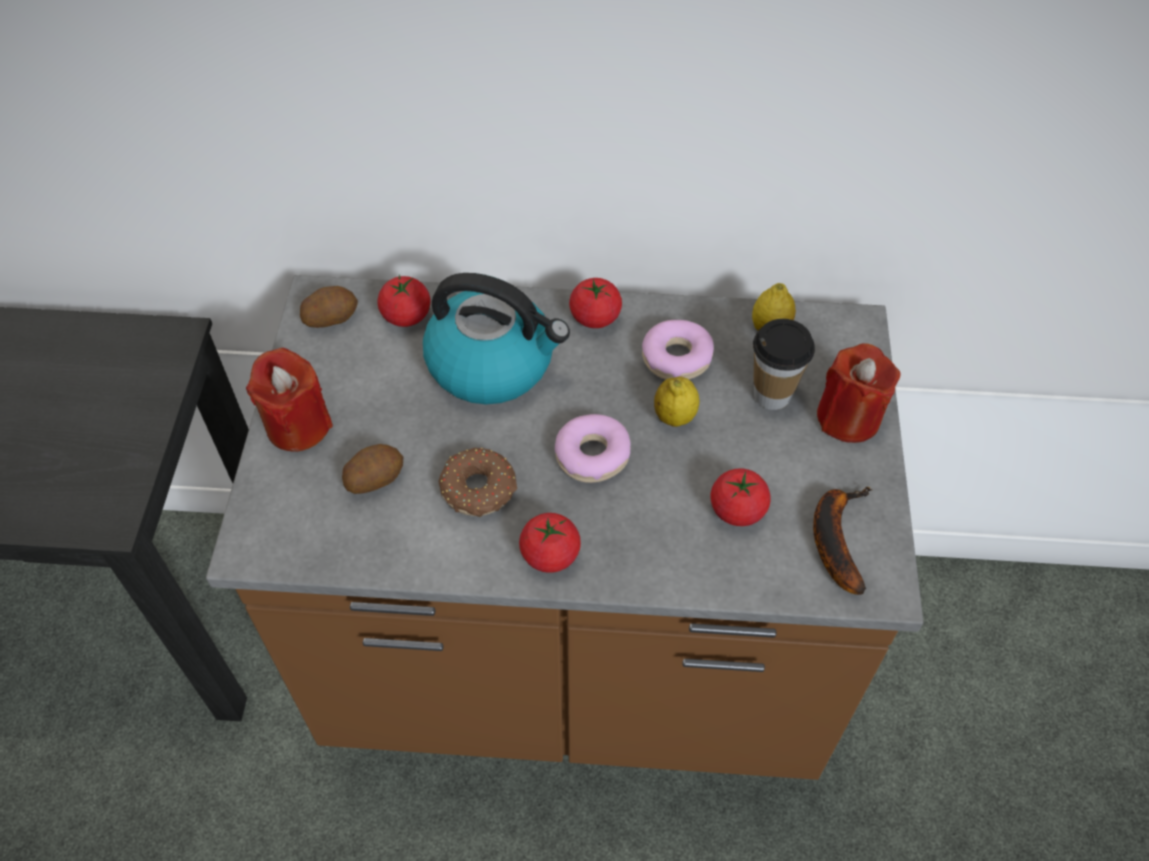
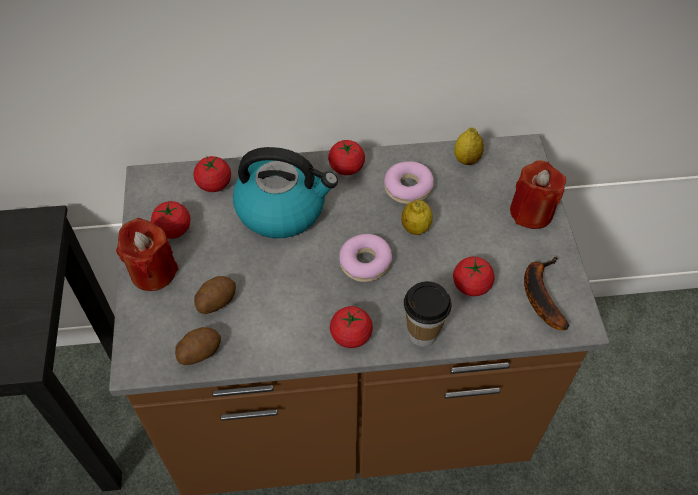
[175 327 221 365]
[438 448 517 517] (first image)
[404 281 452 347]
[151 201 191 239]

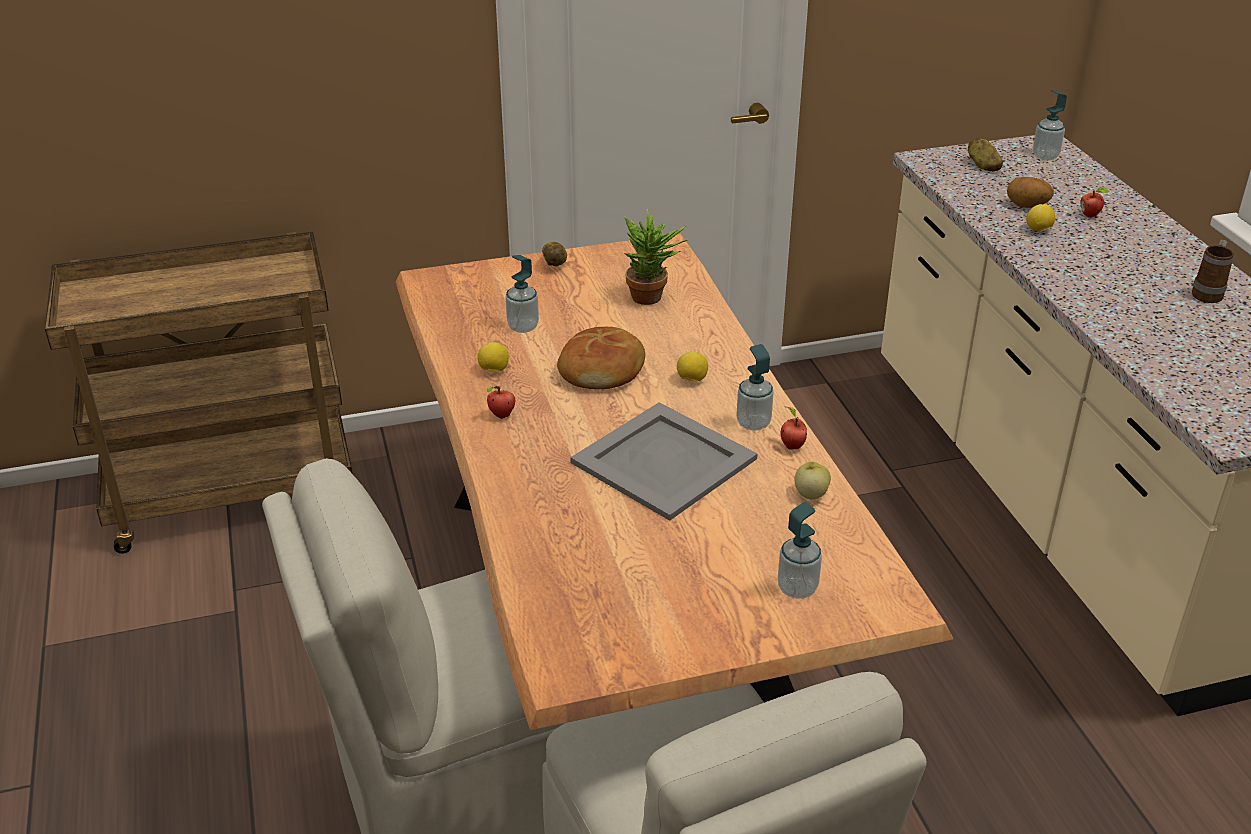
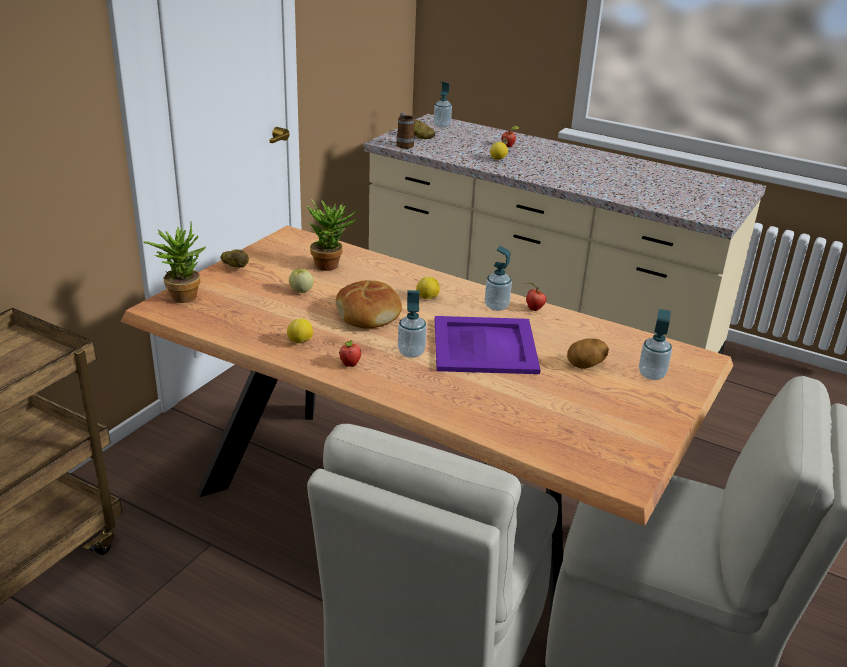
[398 290 427 358]
[435 316 541 374]
[289 269 314 293]
[567 338 609 369]
[396 113 414 149]
[143 222 206 303]

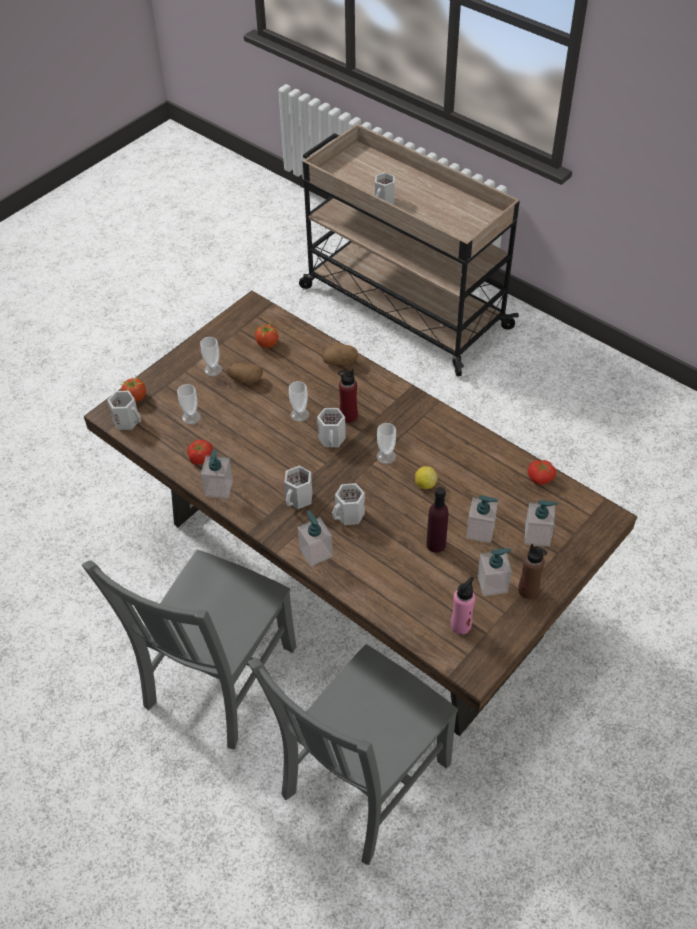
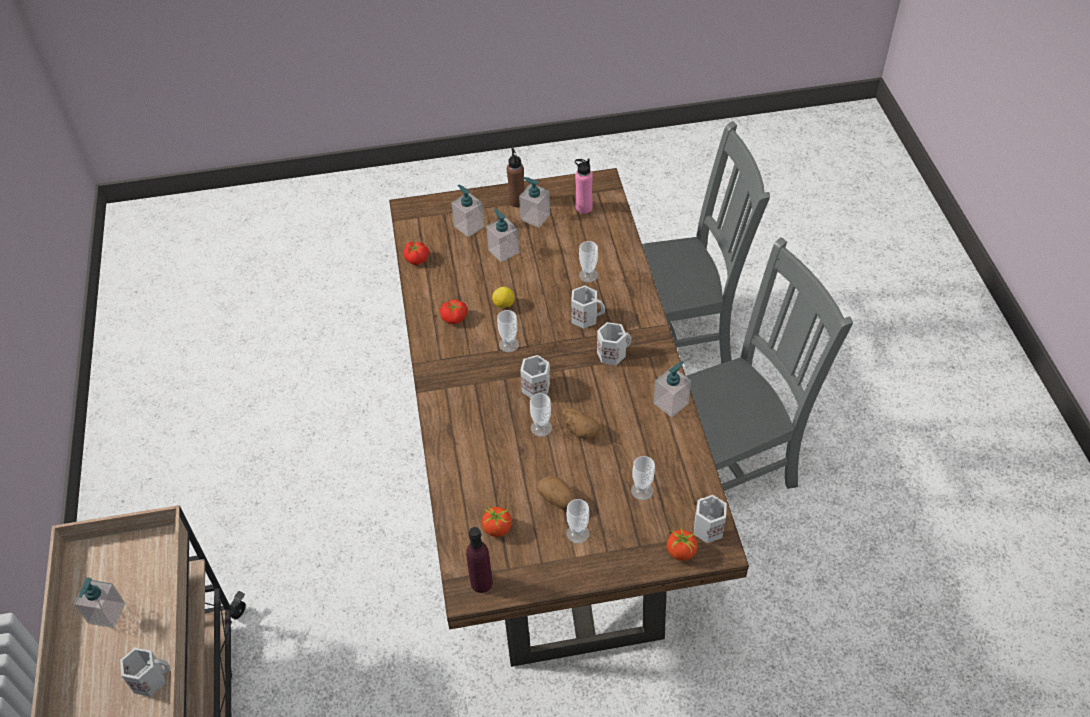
[440 299 467 324]
[74 577 125 628]
[563 407 600 439]
[338 369 358 423] (first image)
[466 527 493 593]
[579 241 598 283]

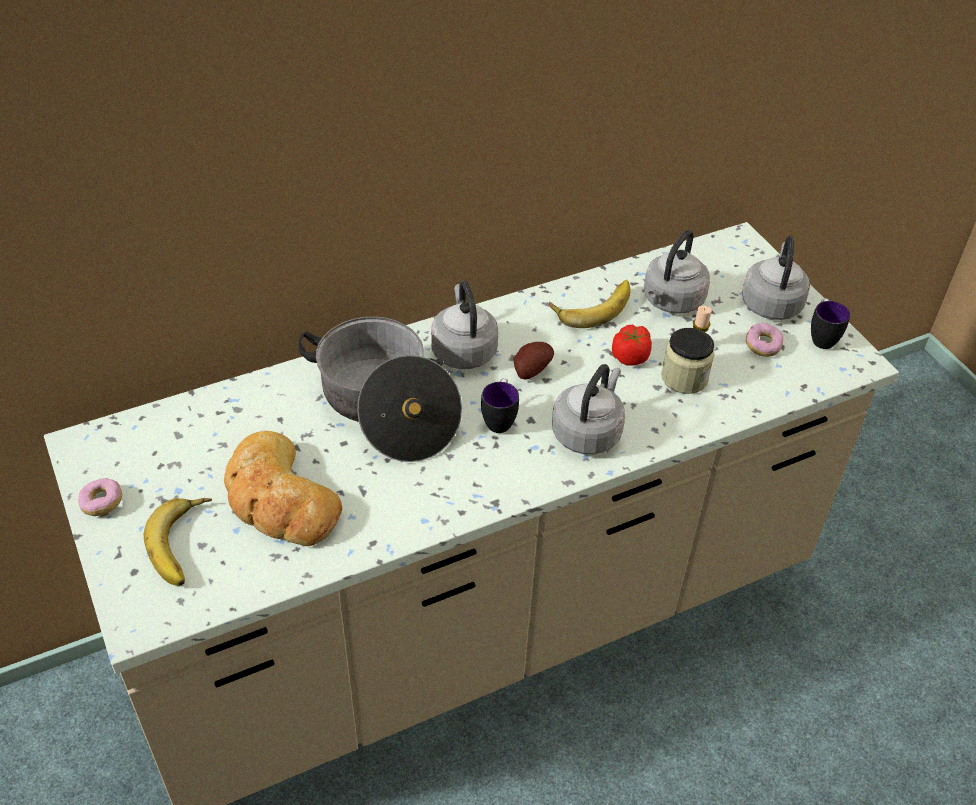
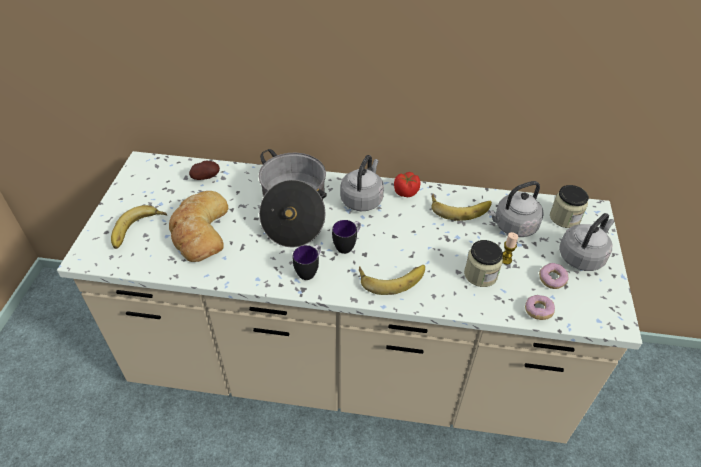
[525 295 555 320]
[189 161 220 180]
[359 265 425 295]
[394 172 421 197]
[293 245 321 280]
[550 185 589 228]

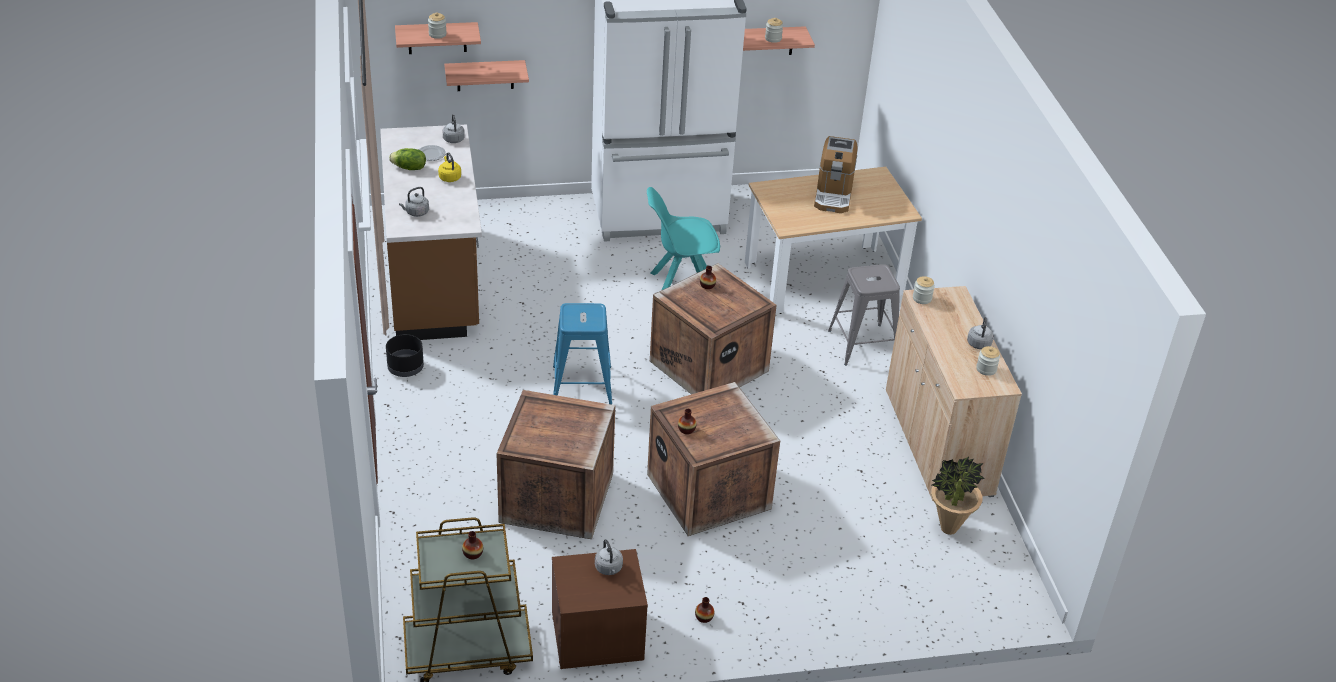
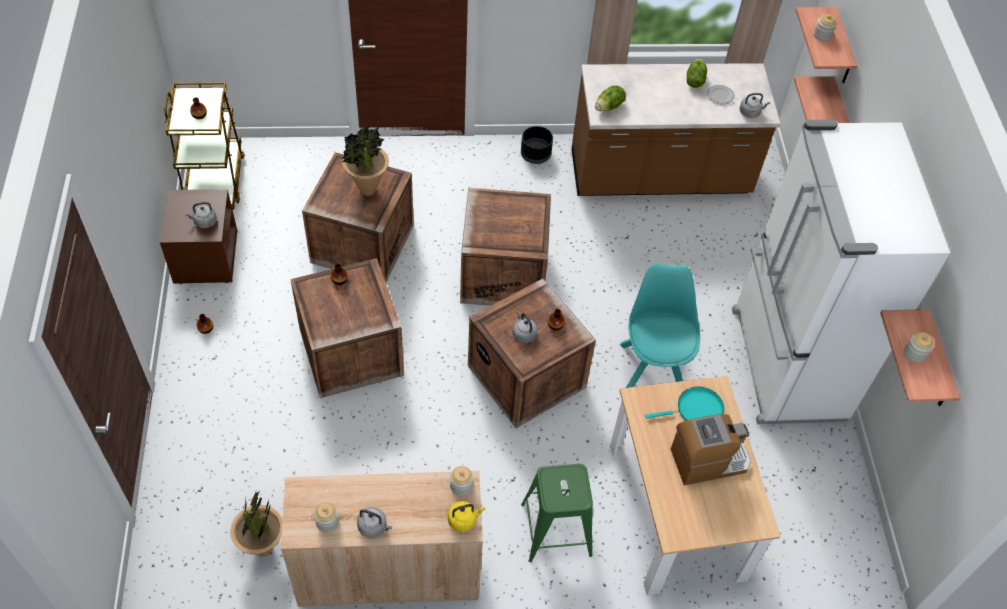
[513 311 537 343]
[448 501 485 532]
[460 188 551 306]
[671 414 751 485]
[521 464 593 562]
[342 126 389 196]
[595 86 626 111]
[645 387 724 421]

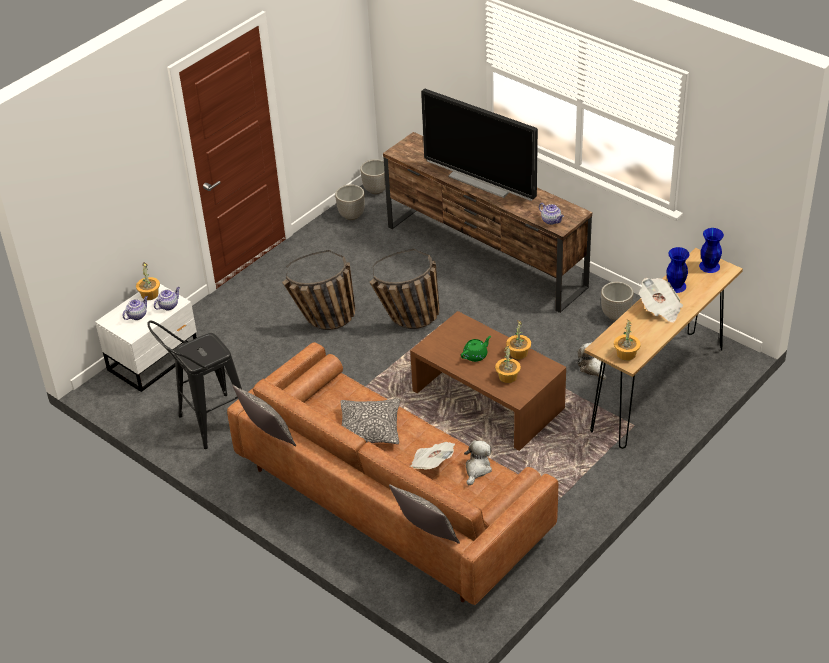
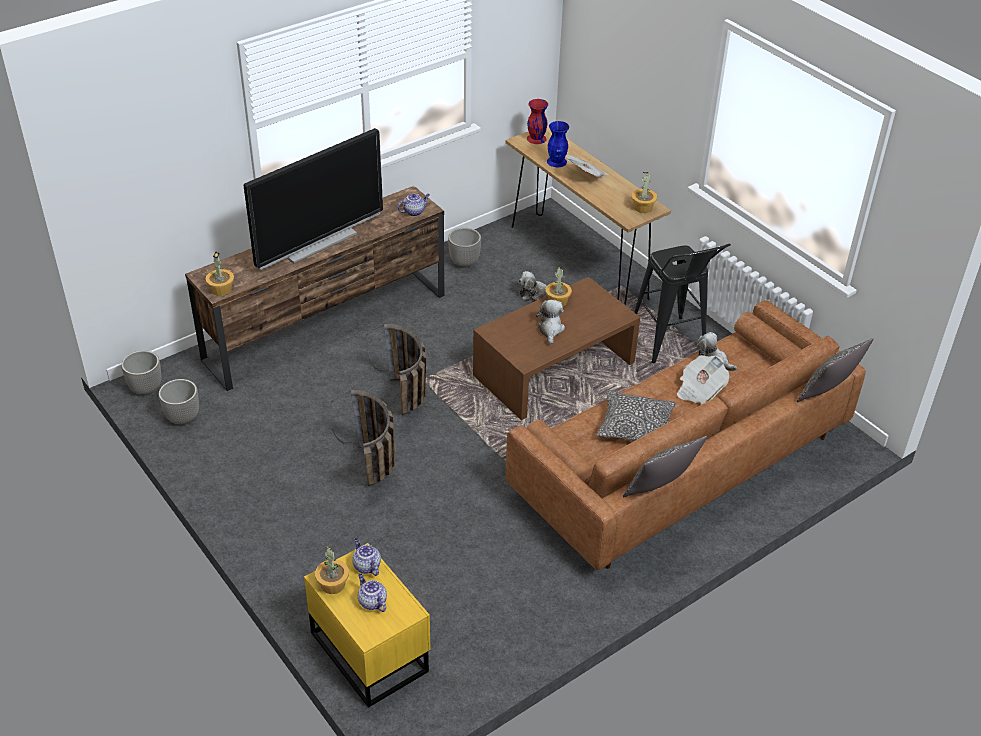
[304 543 430 708]
[634 243 731 363]
[536 299 565 345]
[205 251 234 296]
[527 99 548 144]

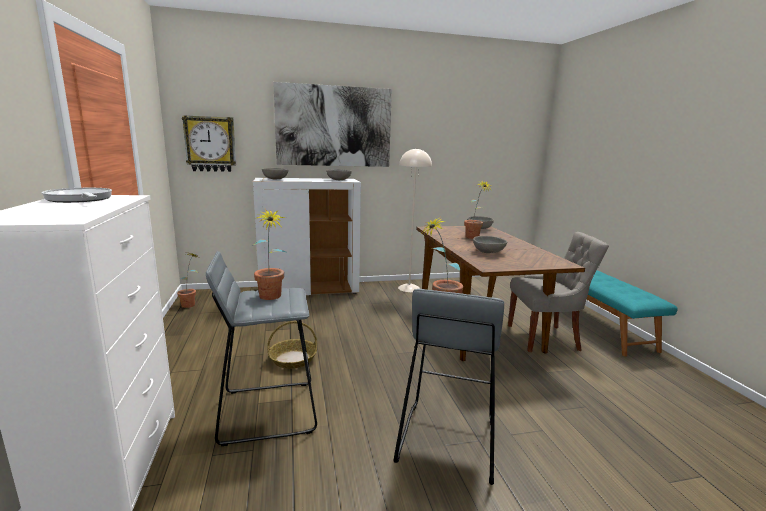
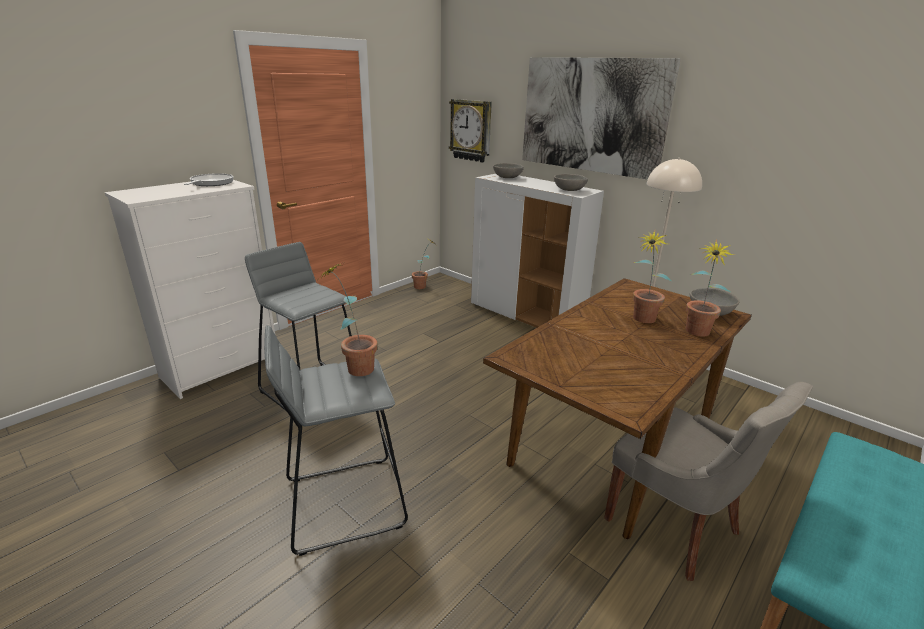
[686 239 735 337]
[267 321 317 369] (first image)
[473 236 507 253] (first image)

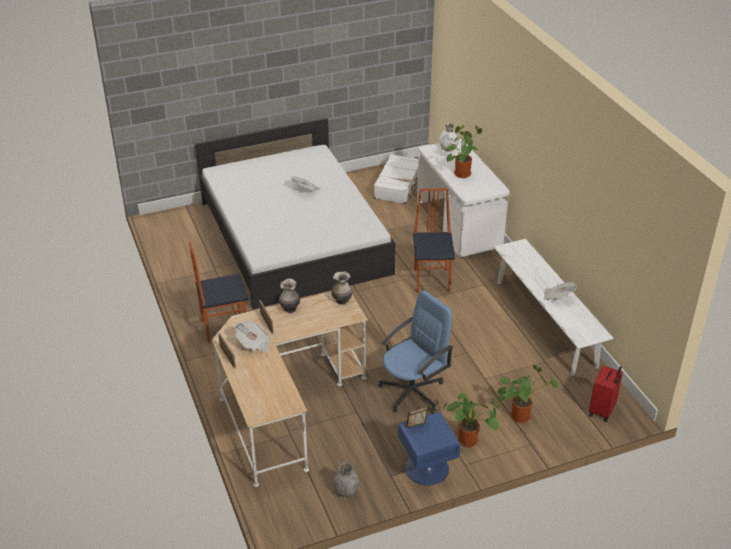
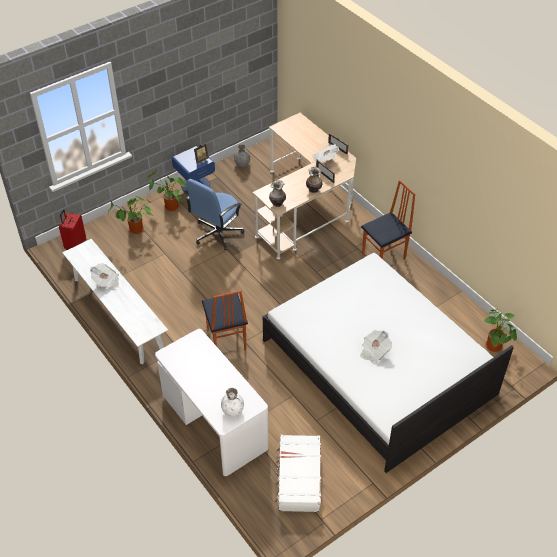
[484 310 517 352]

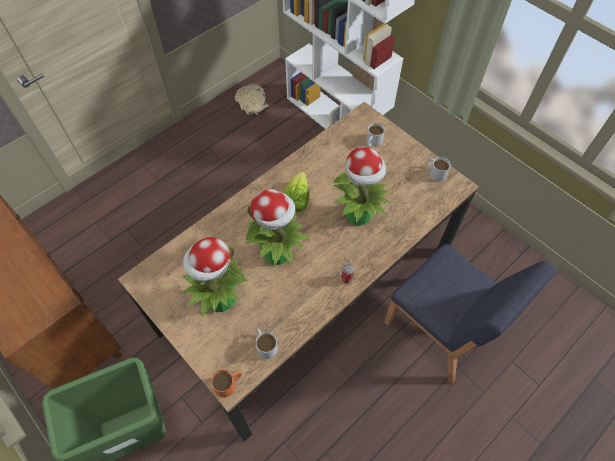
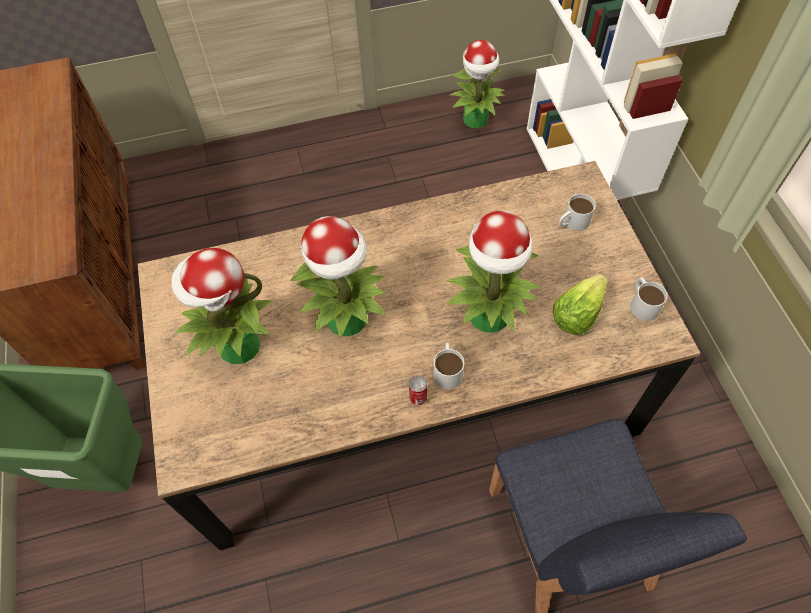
[211 370 242 397] (first image)
[450 40 505 128]
[433 343 464 389]
[553 275 607 335]

